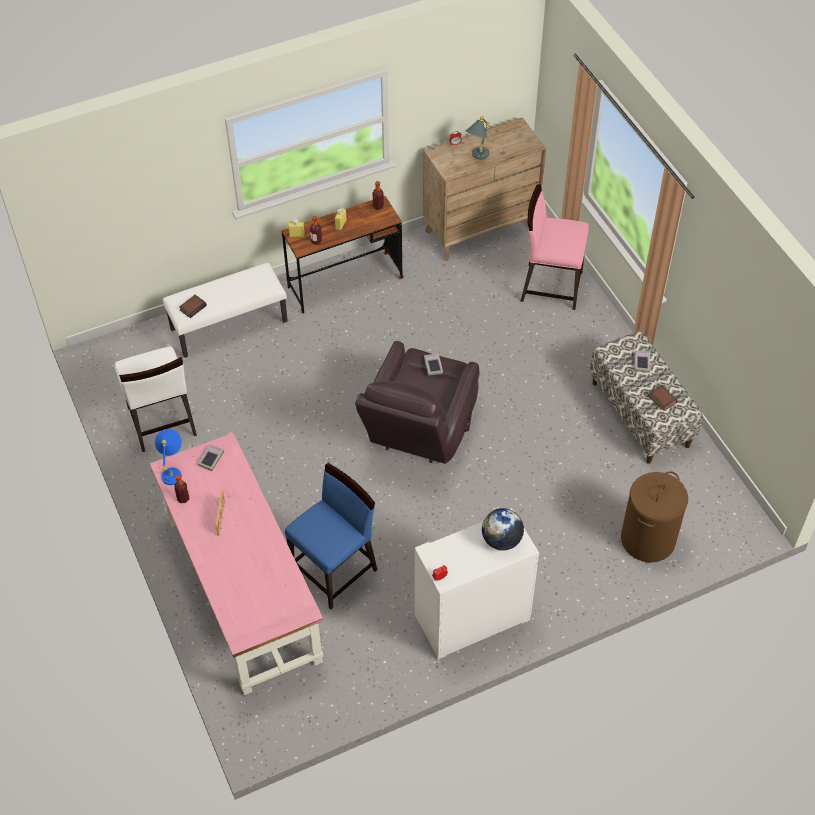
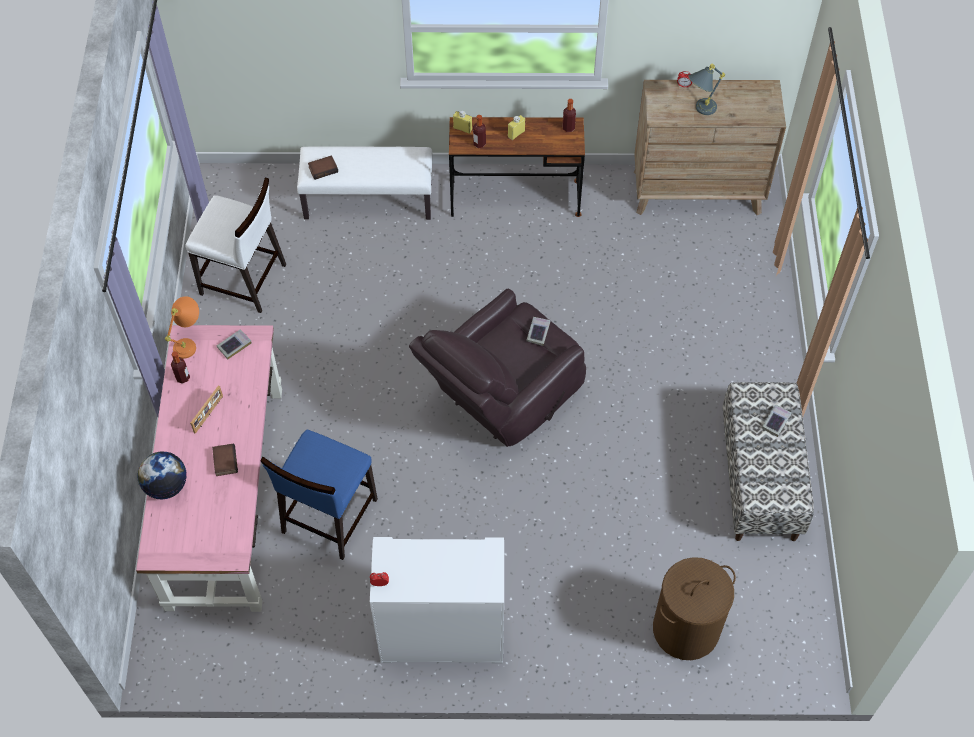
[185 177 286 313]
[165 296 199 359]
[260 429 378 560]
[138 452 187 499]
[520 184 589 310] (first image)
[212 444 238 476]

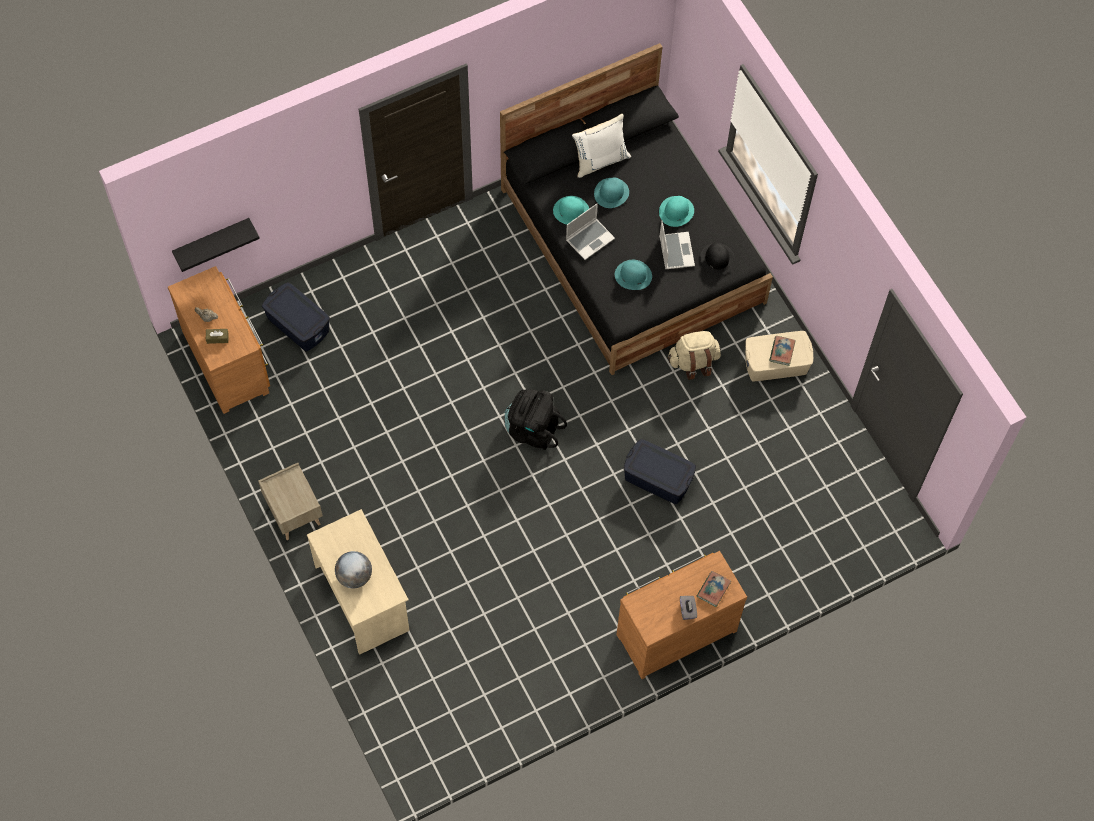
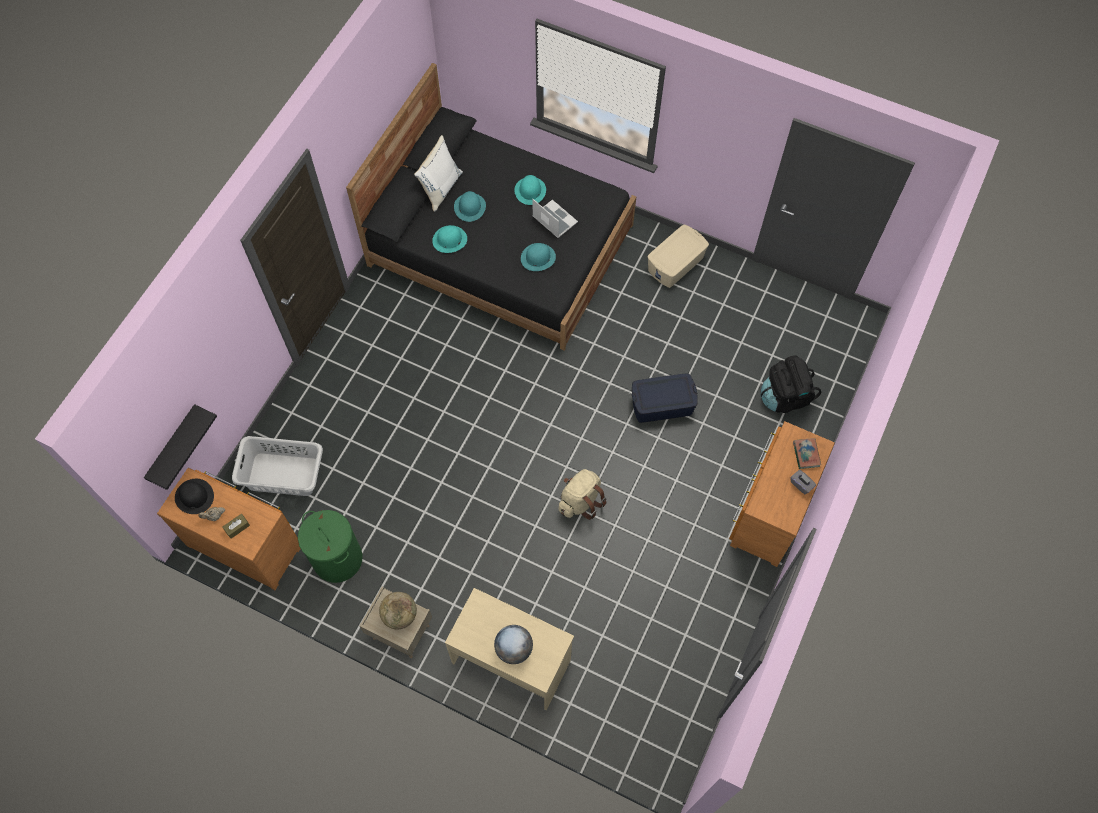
[232 436 323 496]
[761 355 821 413]
[566 204 615 260] (first image)
[559 469 607 520]
[175 479 214 514]
[769 336 796 366] (first image)
[298 510 362 583]
[379 592 417 629]

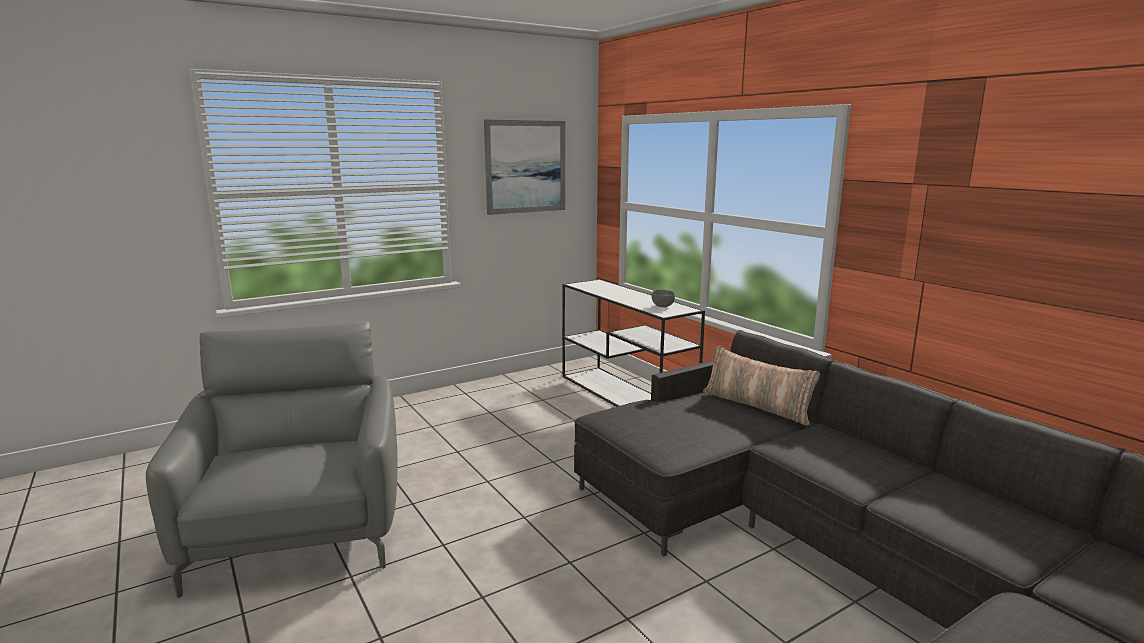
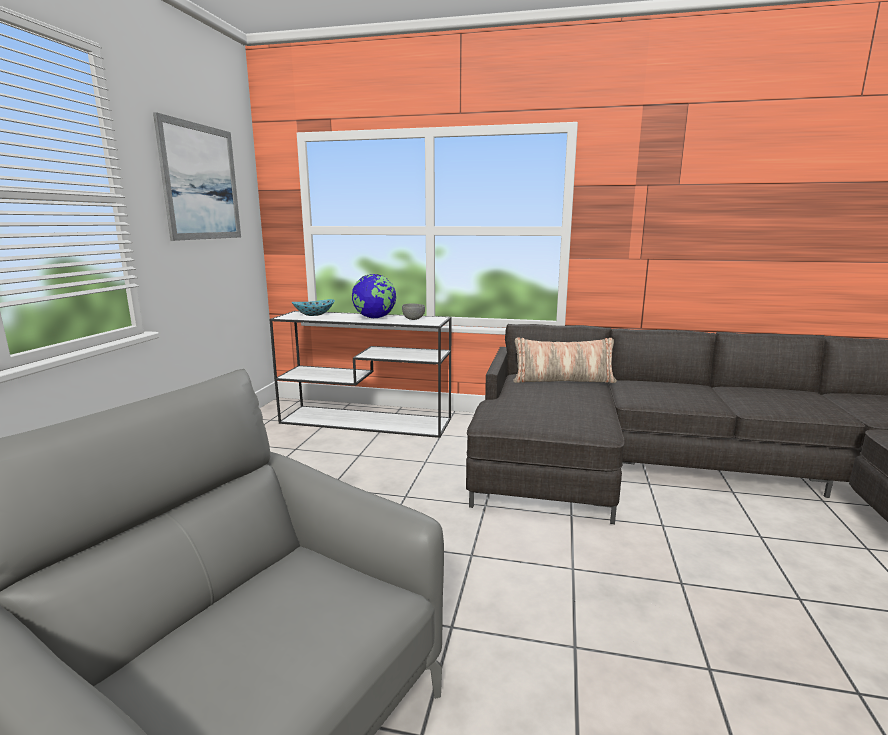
[292 299 335 316]
[352 274 396 318]

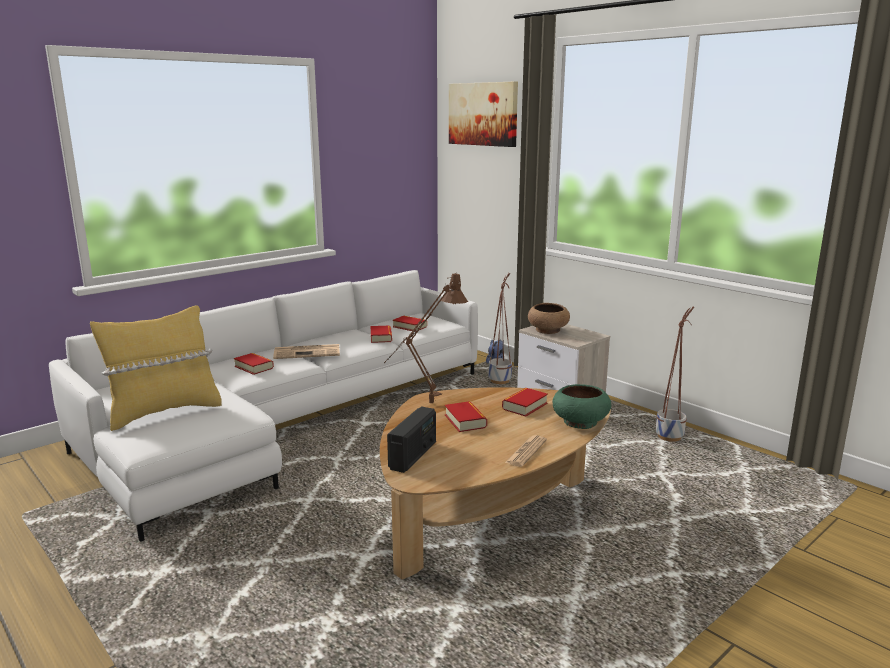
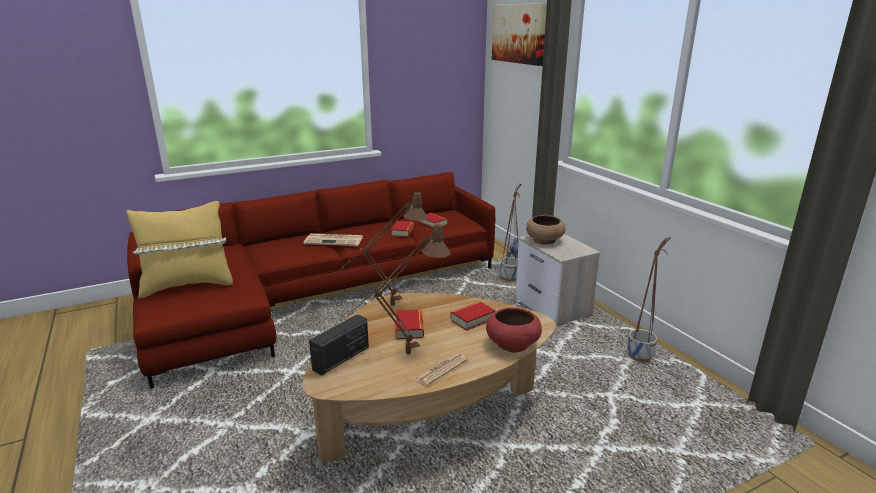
[127 172 495 389]
[234 353 274 375] (first image)
[486 307 542 353]
[347 224 451 354]

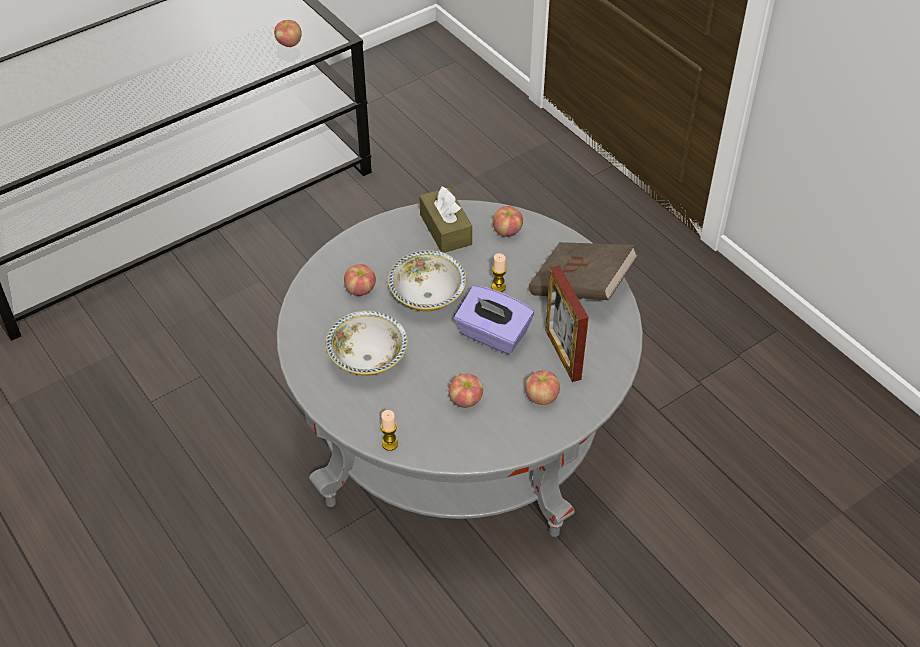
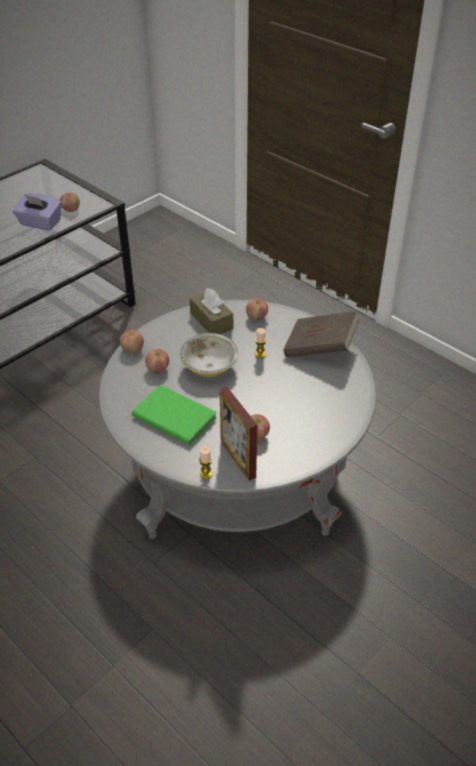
[132 385 217 446]
[13 193 62 231]
[120 330 144 353]
[220 387 257 481]

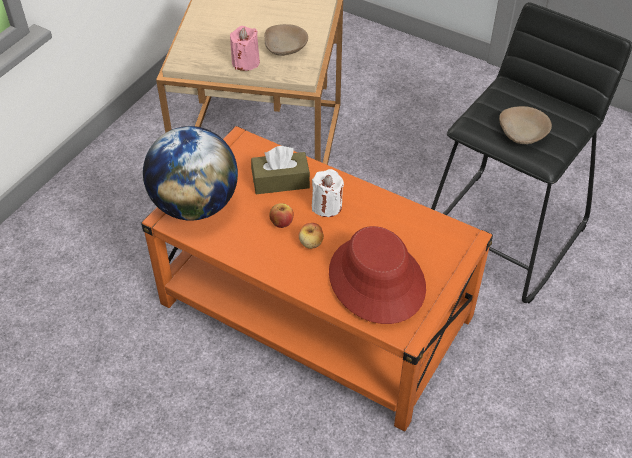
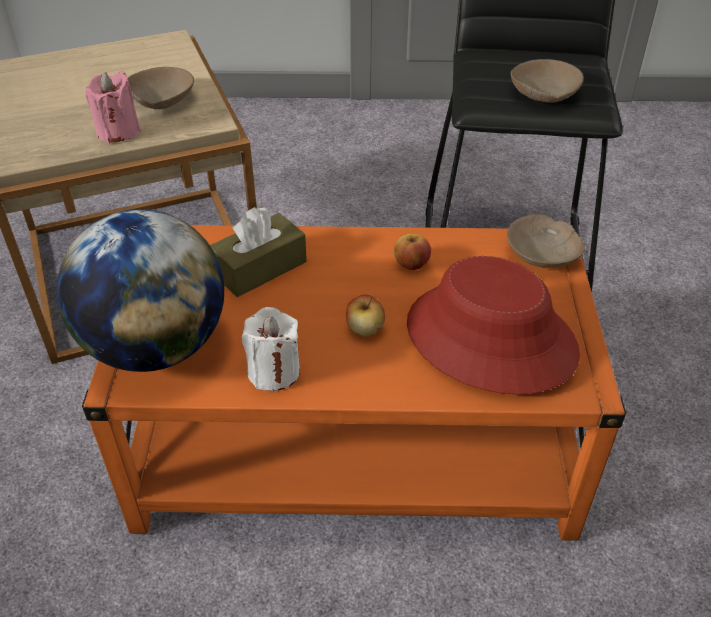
[394 234 431 270]
[242 307 300 391]
[507 214 585 268]

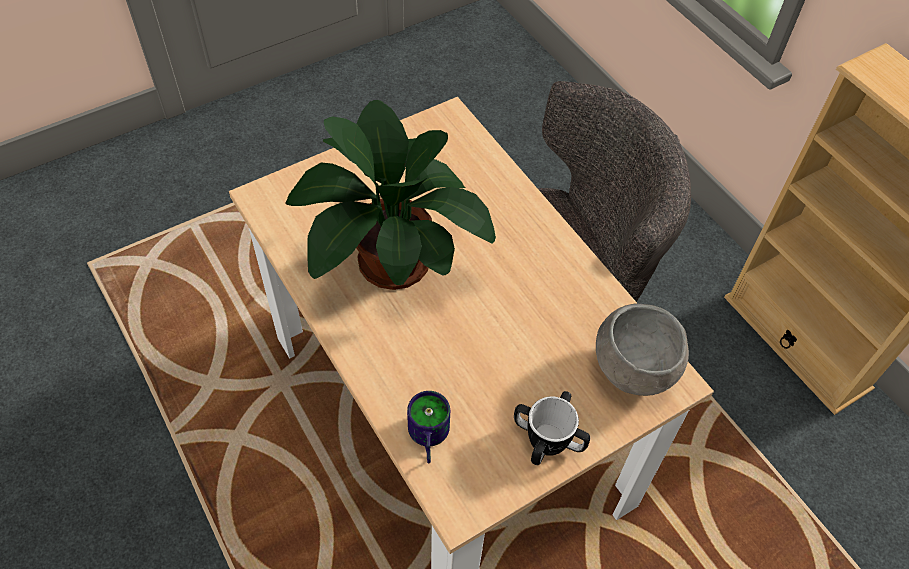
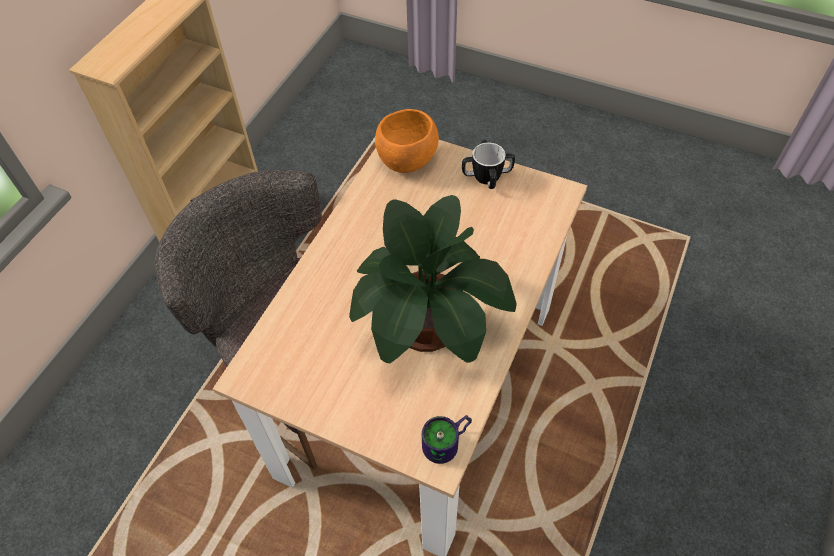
[422 415 472 464]
[375 109 439 173]

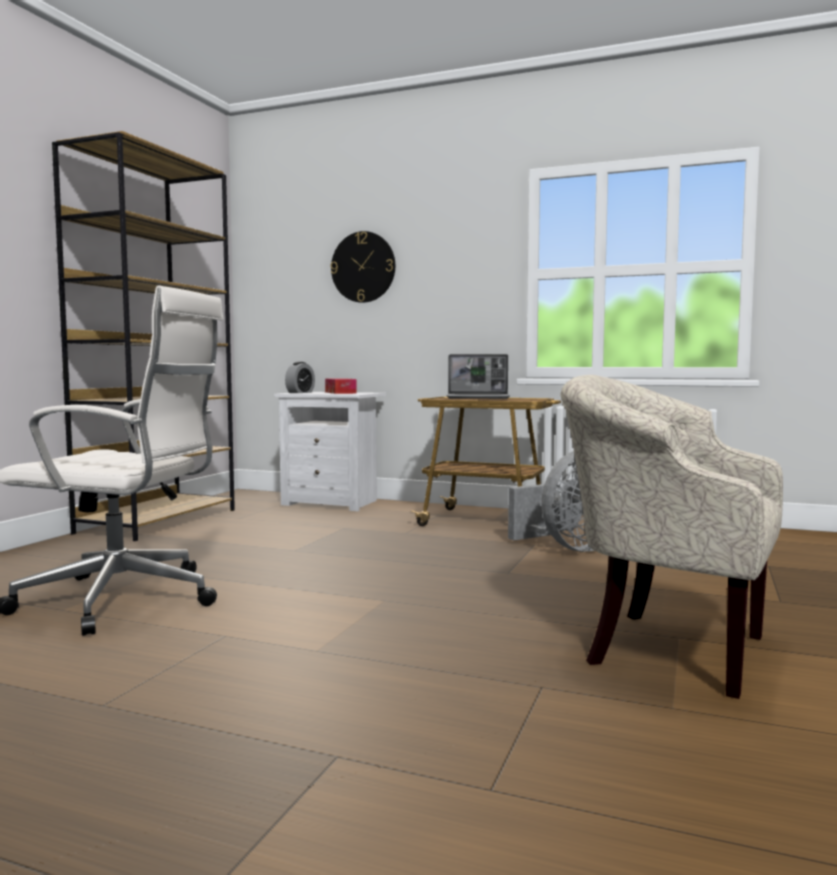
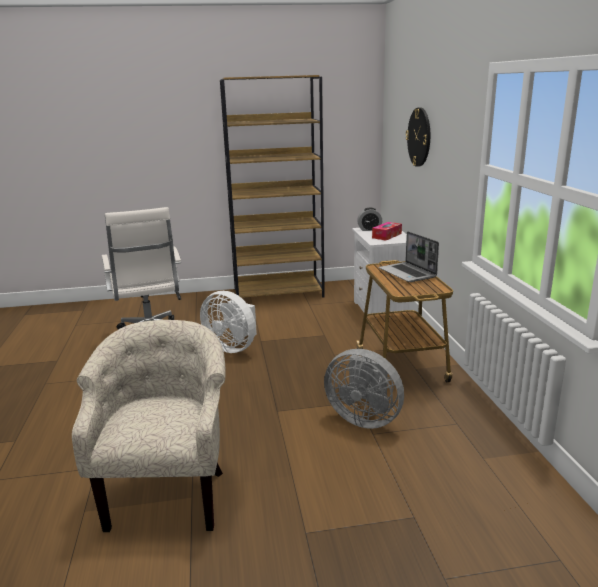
[200 291 257 353]

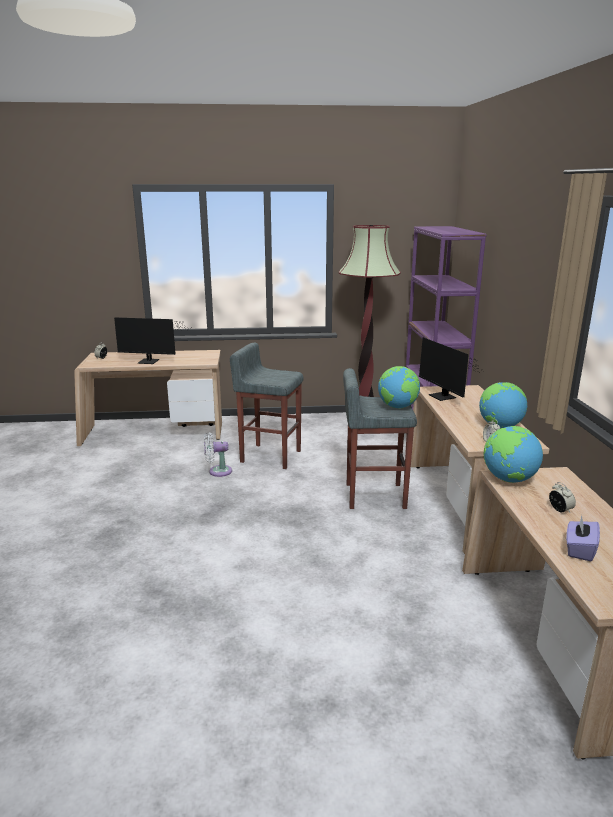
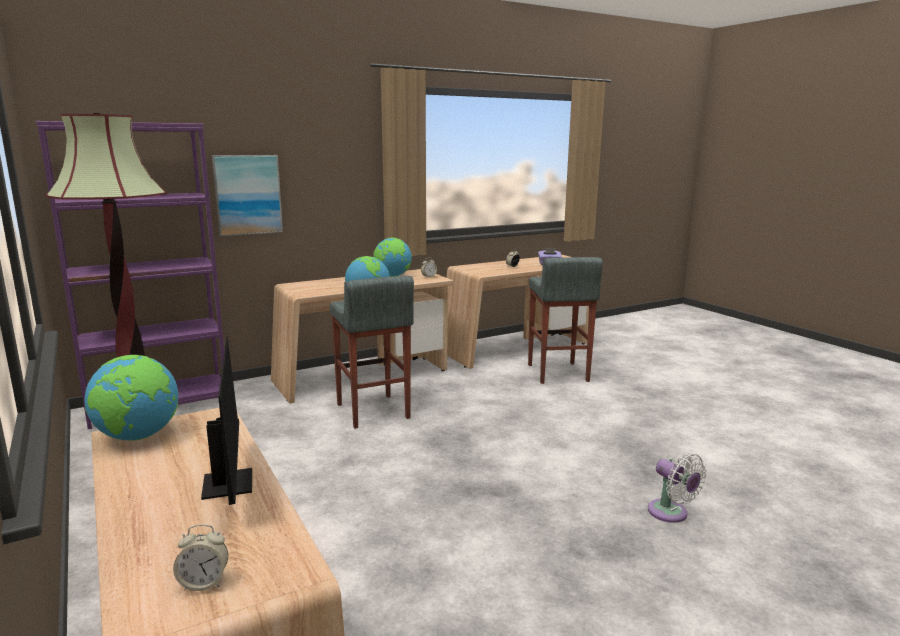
[648 453 706 523]
[528 257 603 384]
[419 337 481 401] (first image)
[84 355 179 440]
[212 155 283 236]

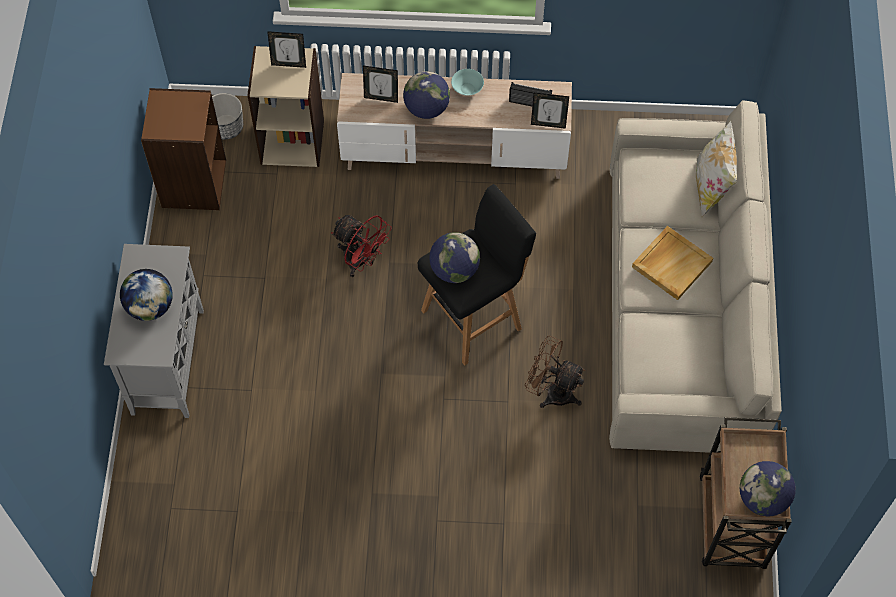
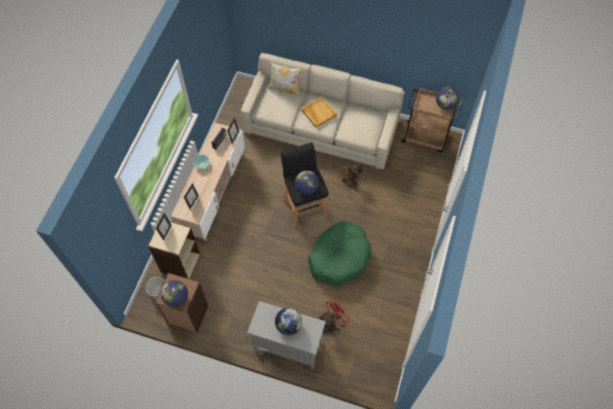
[318 298 350 332]
[161 280 188 307]
[308 221 371 286]

